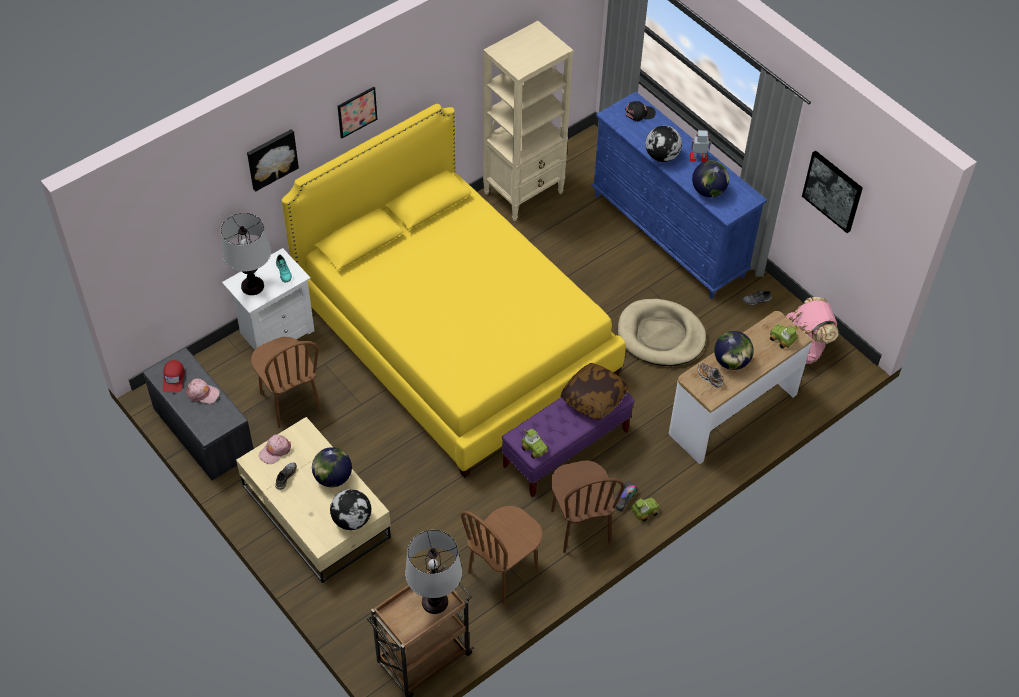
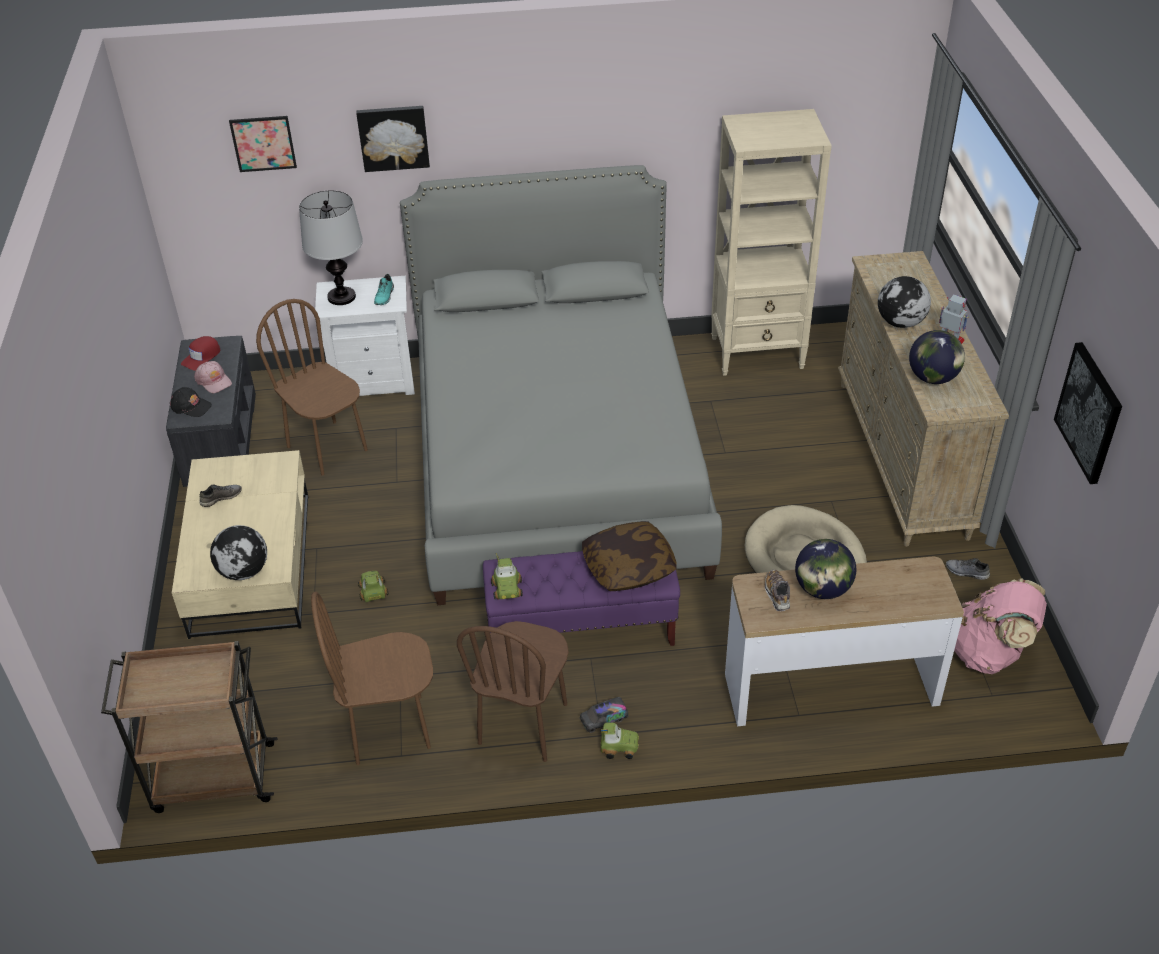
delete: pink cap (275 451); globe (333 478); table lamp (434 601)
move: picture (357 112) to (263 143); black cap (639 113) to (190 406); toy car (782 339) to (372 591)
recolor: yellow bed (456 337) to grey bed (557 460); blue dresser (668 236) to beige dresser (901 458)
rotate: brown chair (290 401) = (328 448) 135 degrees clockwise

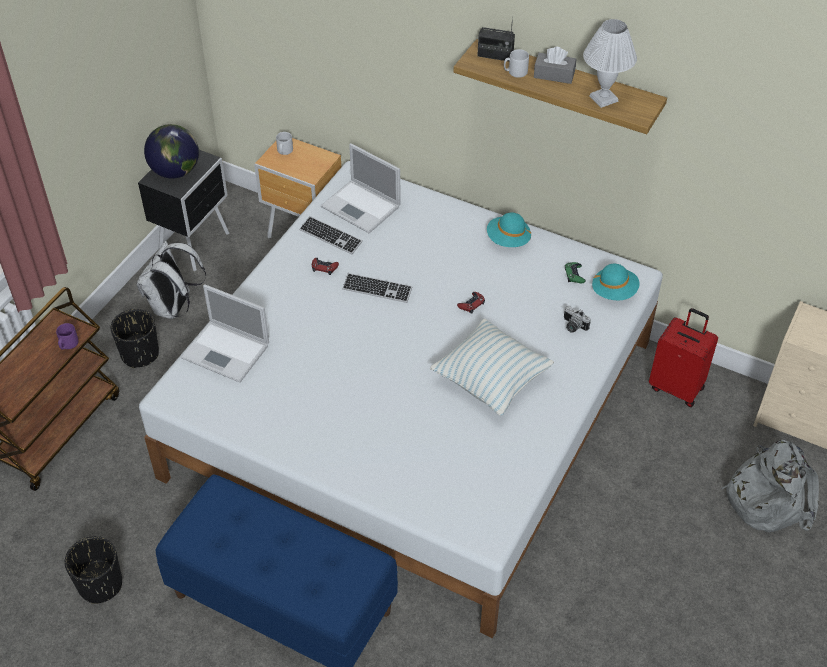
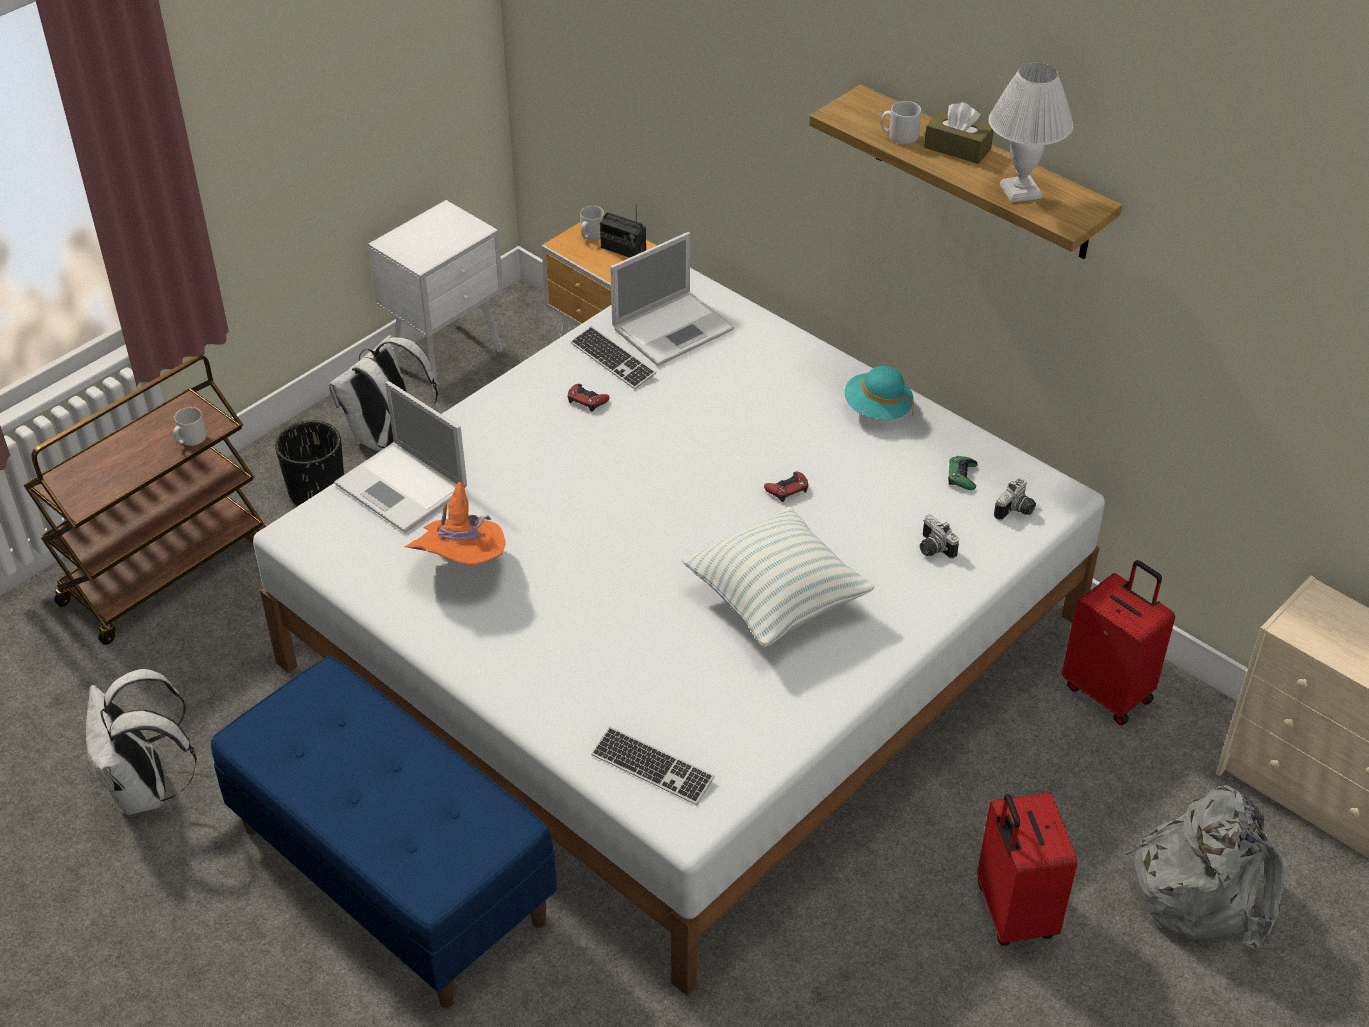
delete: globe (175 171)
insert: orange hat (462 565); red suitcase (1012 913)
move: keyboard (377 289) to (652 768); radio (495 55) to (623 250)
replace: black planter (100 584) to white backpack (146 790); turquoise hat (614 291) to photo camera (1016 511)
recolor: purple mug (68 344) to grey mug (190 439); black nightstand (196 244) to white nightstand (449 358); grey tissue box (554 75) to brown tissue box (957 148)
rotate: laptop (362 207) = (674 328) 90 degrees counterclockwise

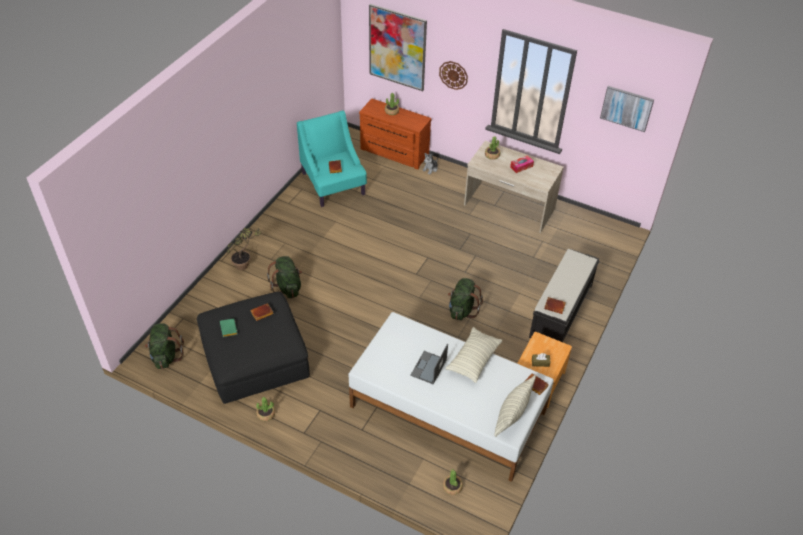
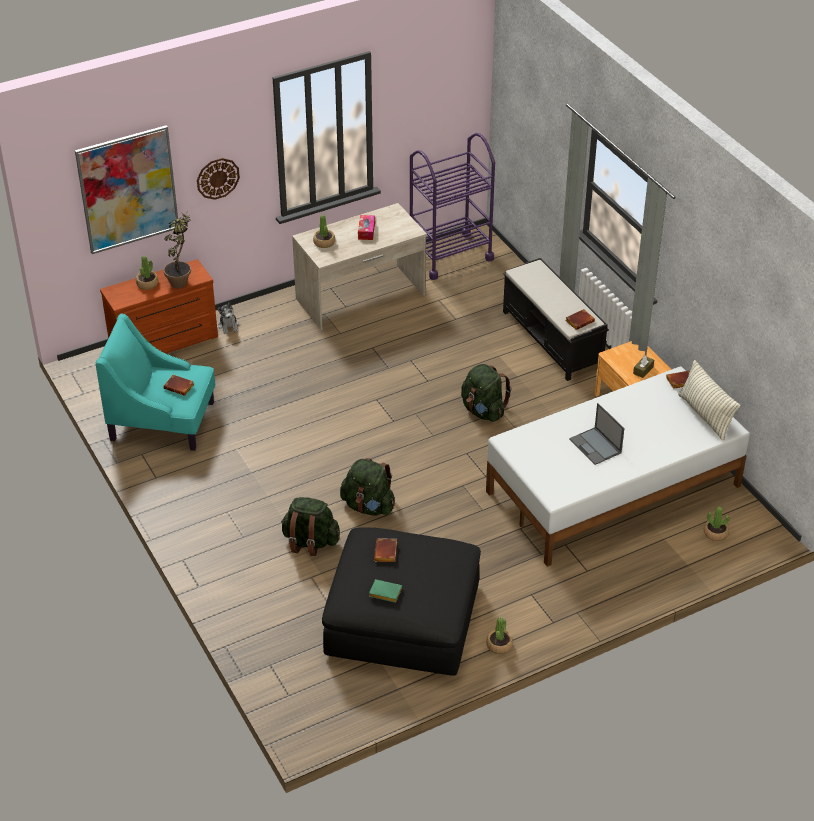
delete: pillow (473 359); picture (626 108)
insert: purple cart (450 255)
move: green backpack (166 356) to (368 506); potted plant (246 265) to (181 279)

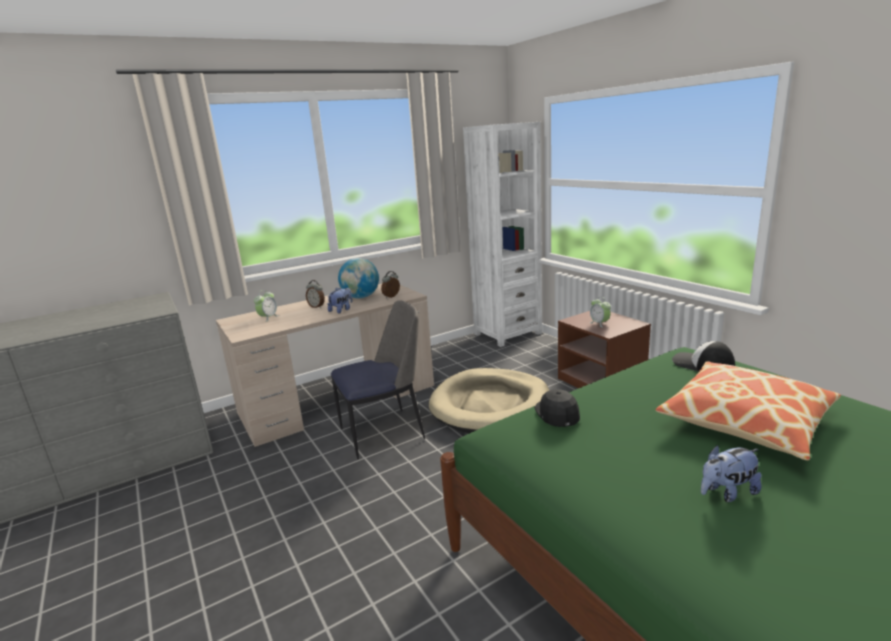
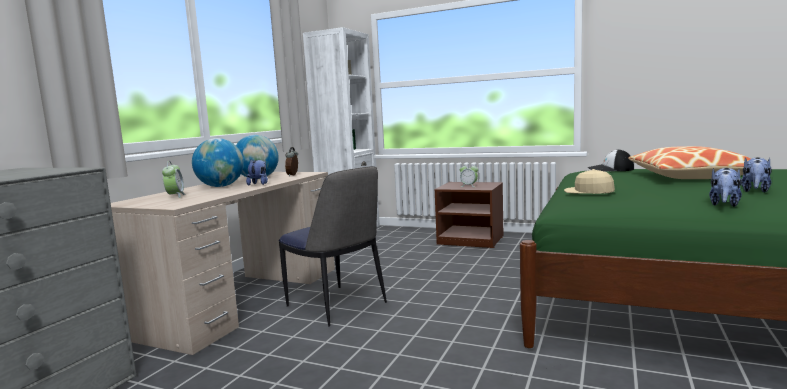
delete: beige dog bed (490 405)
insert: plush toy (724 204)
replace: alarm clock (317 307) to globe (220 186)
recolor: black cap (557 414) to beige cap (589 192)
rotate: chair (385 432) = (337 306) 105 degrees clockwise

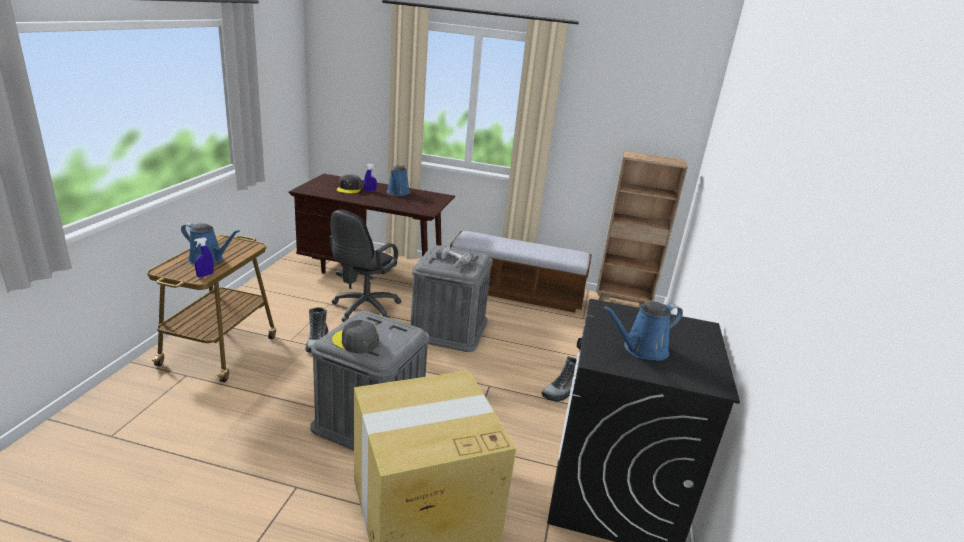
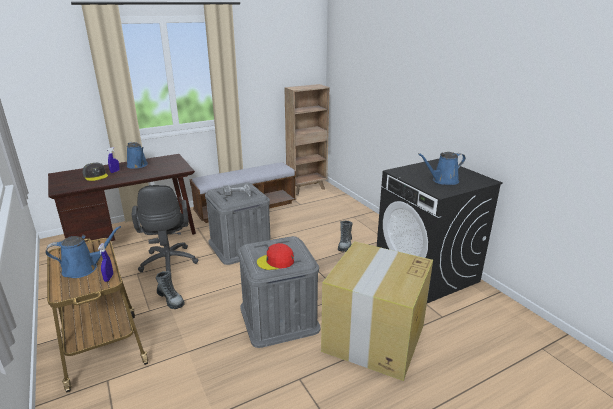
recolor: grey cap (355 341) to red cap (276 261)
rotate: blue watering can (641 350) = (443 181) 45 degrees clockwise

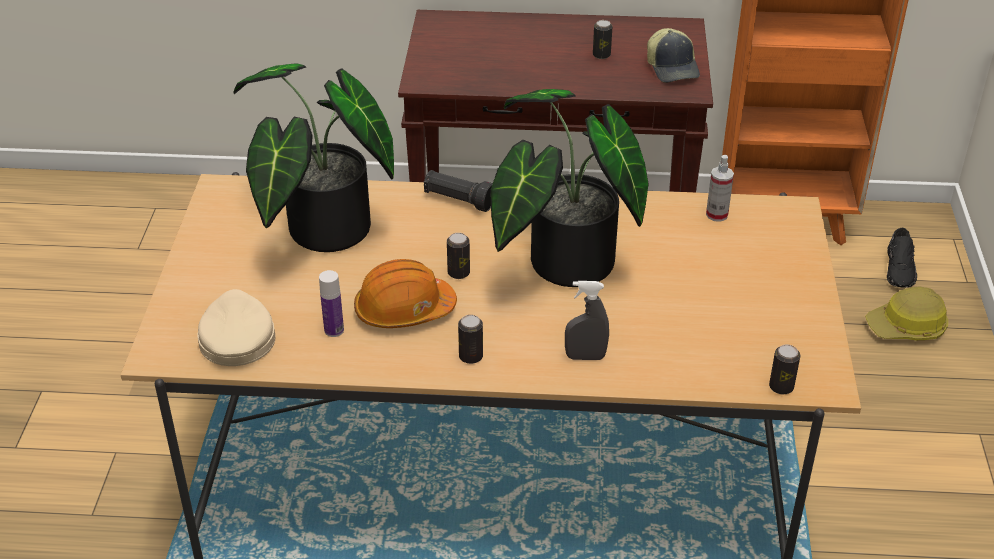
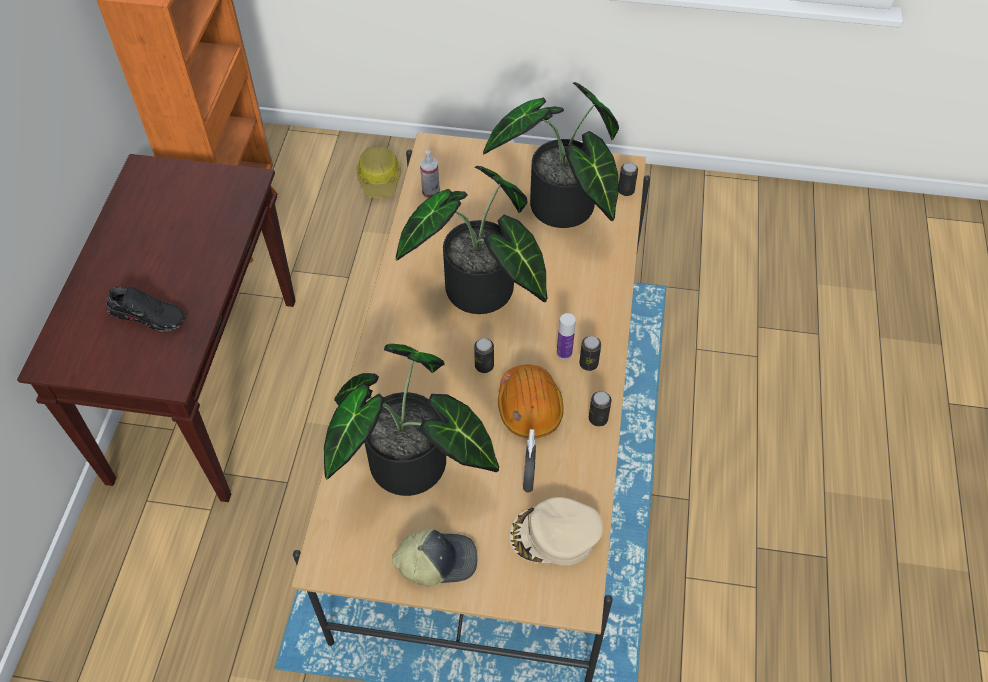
delete: black flashlight (458 200)
insert: potted plant (561 212)
move: bottle (334 330) to (564 352); grey spray bottle (585 357) to (528 479); can (601 55) to (598 418); cap (673 68) to (437 561); black shoe (900 269) to (148 315)

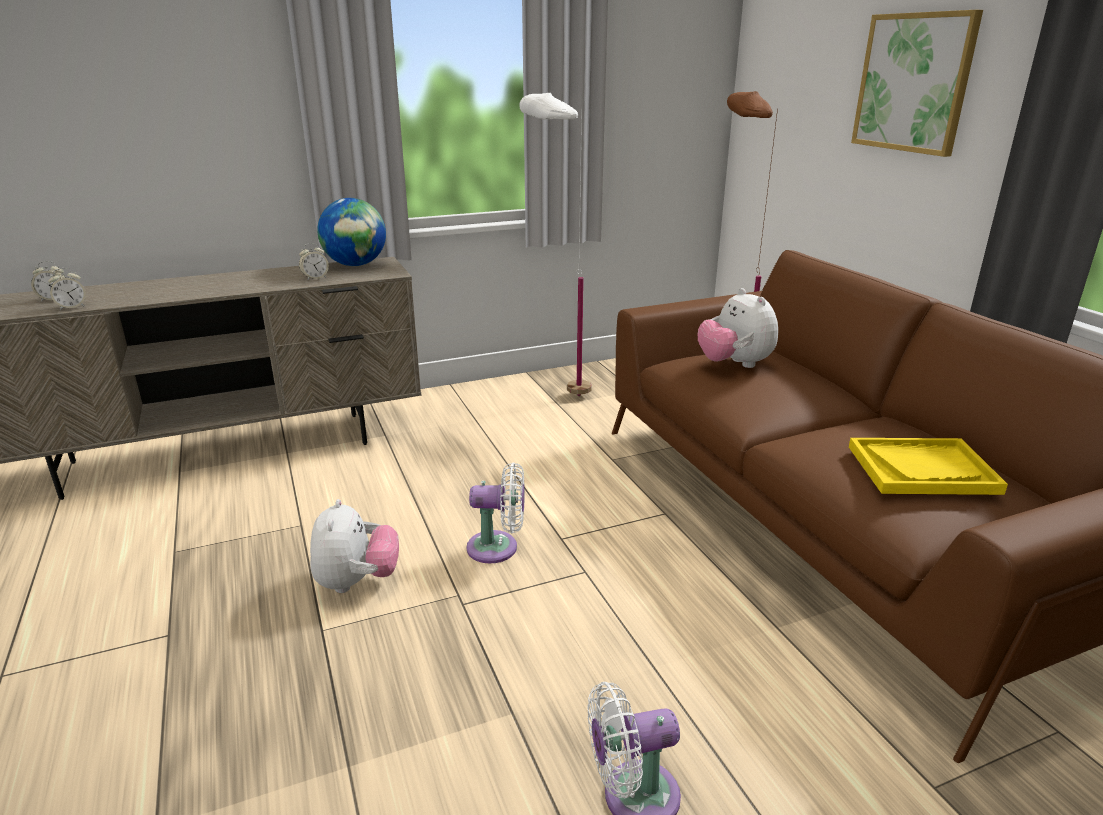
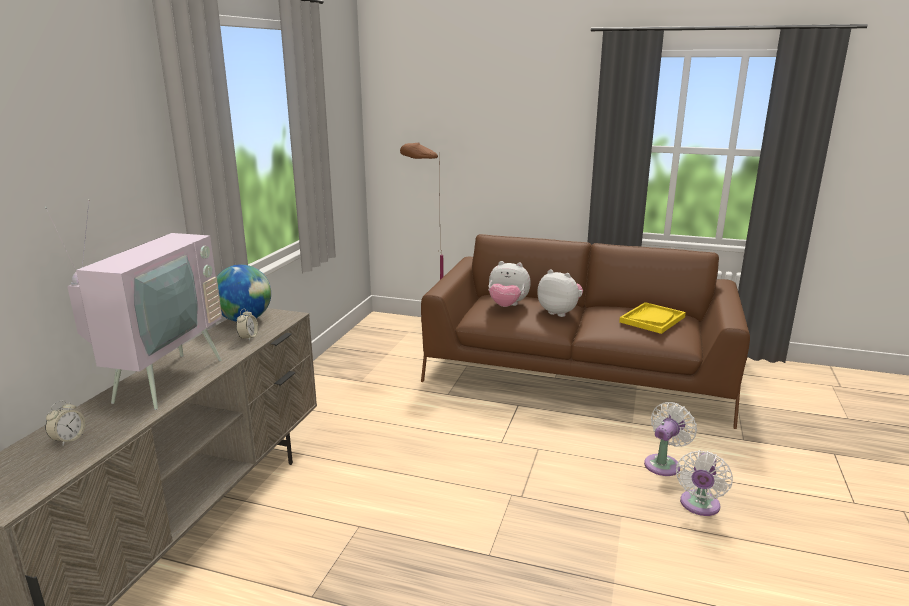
delete: alarm clock (72 307); white floor lamp (557 394); picture (913 83)
insert: television (161 379)
move: plush toy (357 582) to (559 312); white fan (498 548) to (664 464)

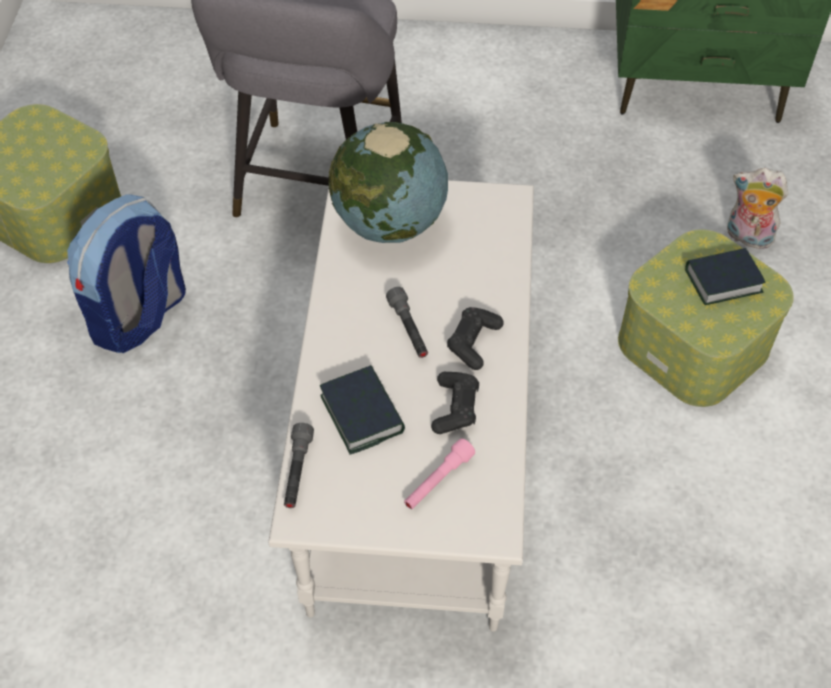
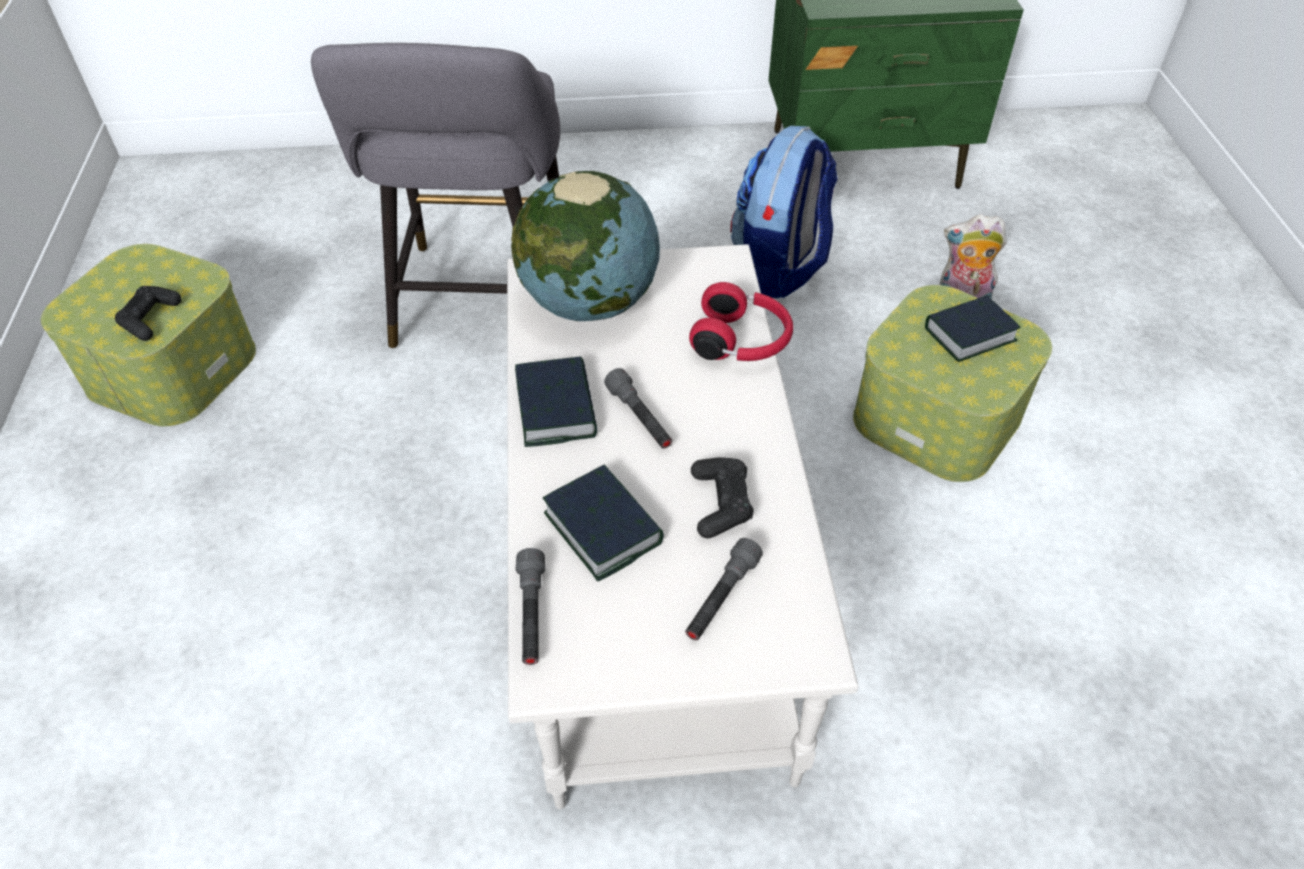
insert: book (556 408); red headphones (742 341)
move: backpack (140 317) to (778 269); black game controller (473 342) to (150 319)
recolor: pink flashlight (438 481) to grey flashlight (721 598)

